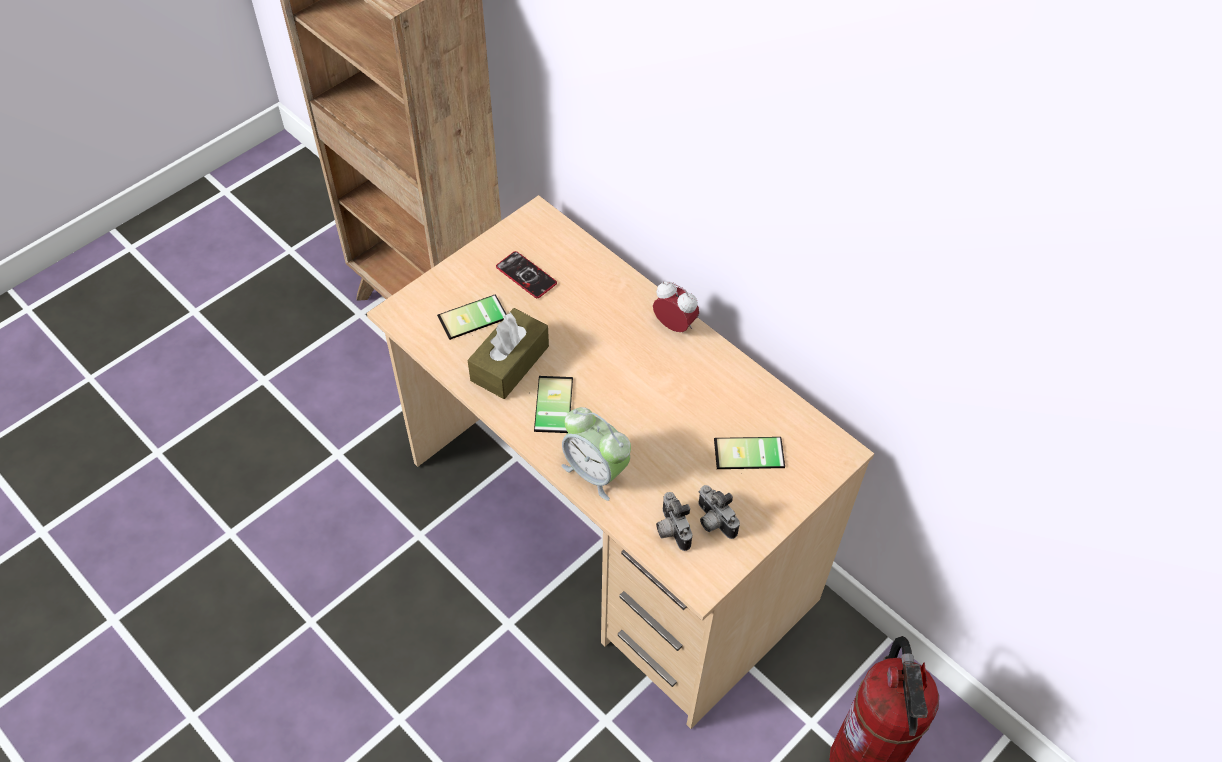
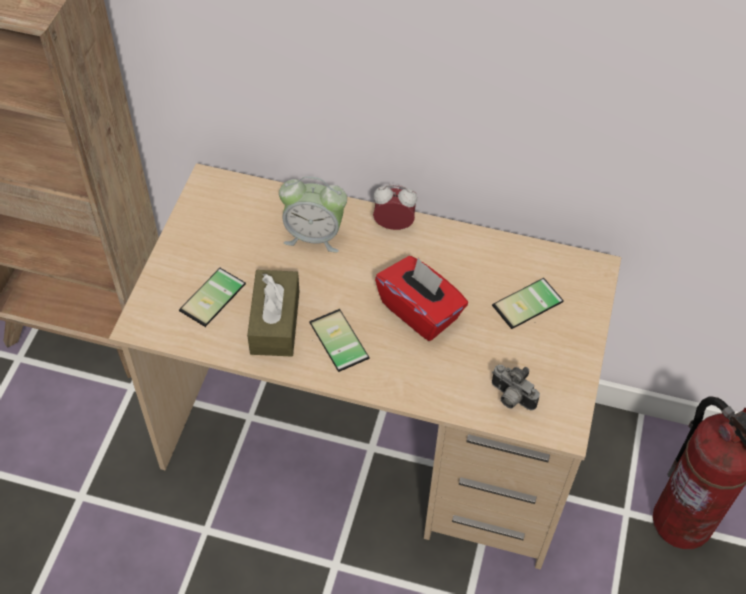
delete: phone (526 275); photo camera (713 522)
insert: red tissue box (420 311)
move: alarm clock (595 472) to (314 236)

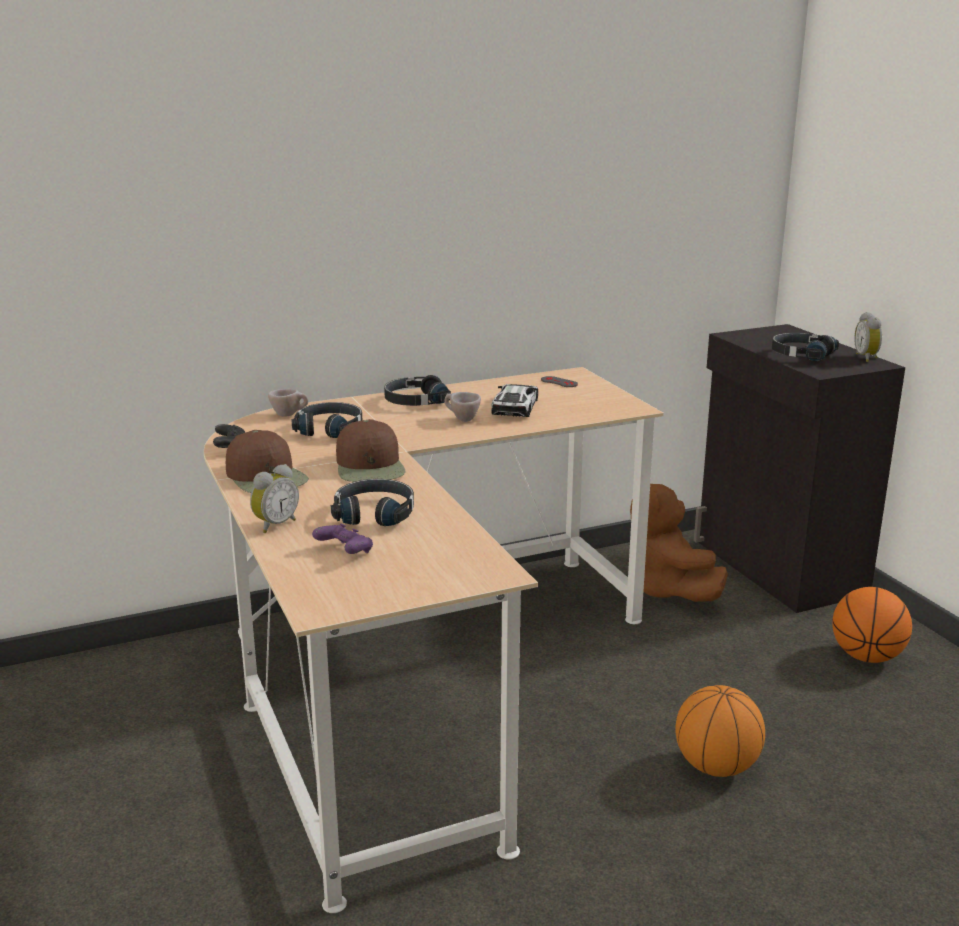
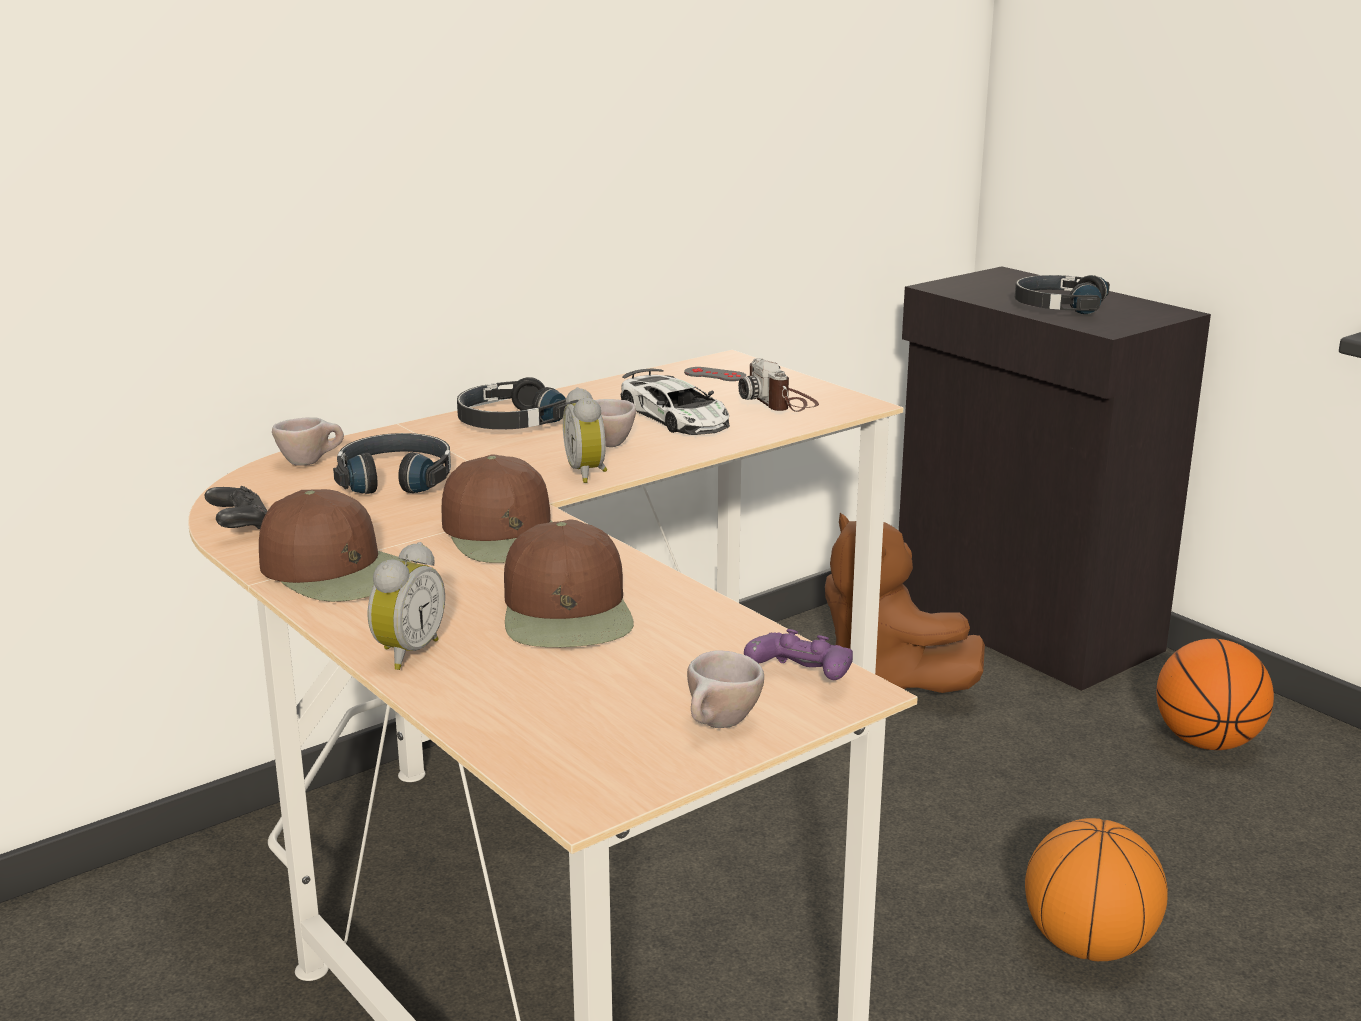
insert: beige cup (720 727); photo camera (780 402)
move: purple game controller (344 552) to (801 678); alarm clock (867 358) to (588 473)
replace: black headphones (375 513) to brown cap (568 612)
rotate: toy car (515 406) = (675 417) 150 degrees clockwise

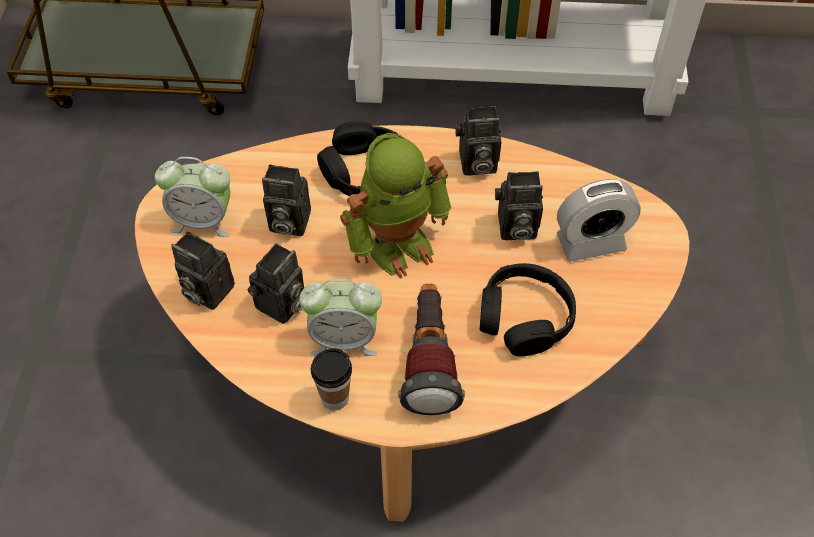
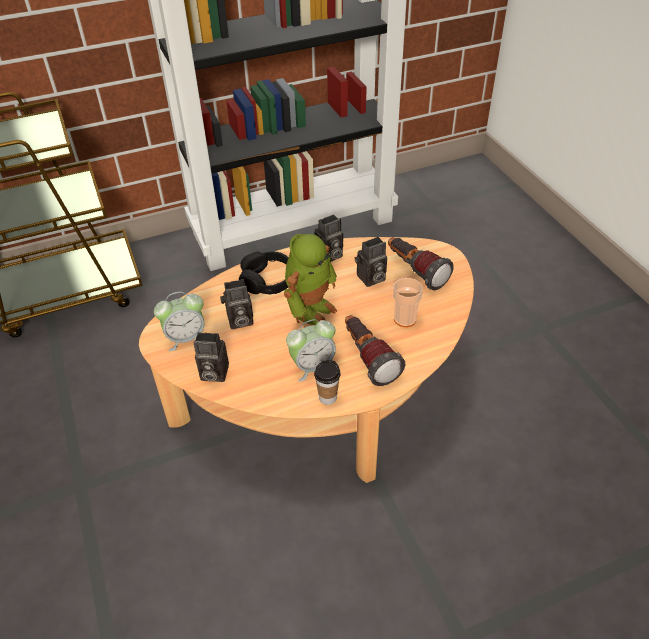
delete: photo camera (281 306)
replace: black headphones (524 318) to cup (405 319); alarm clock (591 242) to flashlight (415 271)

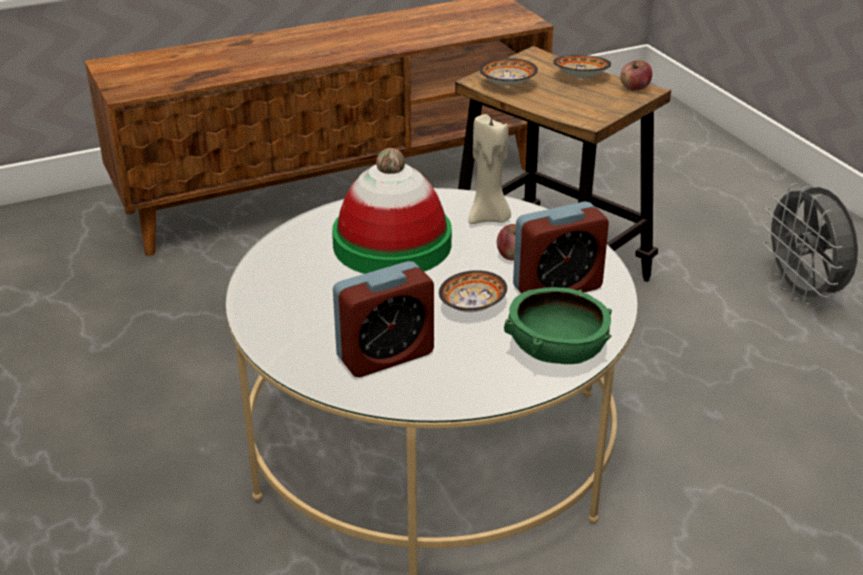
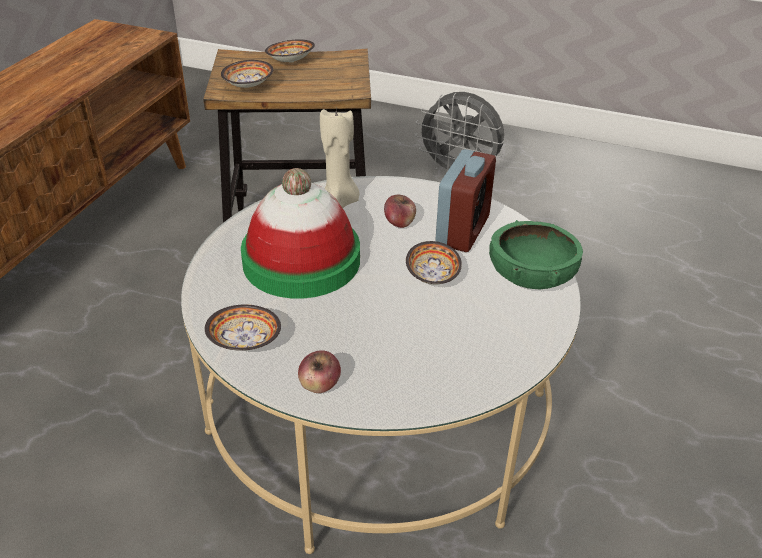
delete: alarm clock (385 355)
insert: bowl (244 342)
move: apple (634 88) to (320 385)

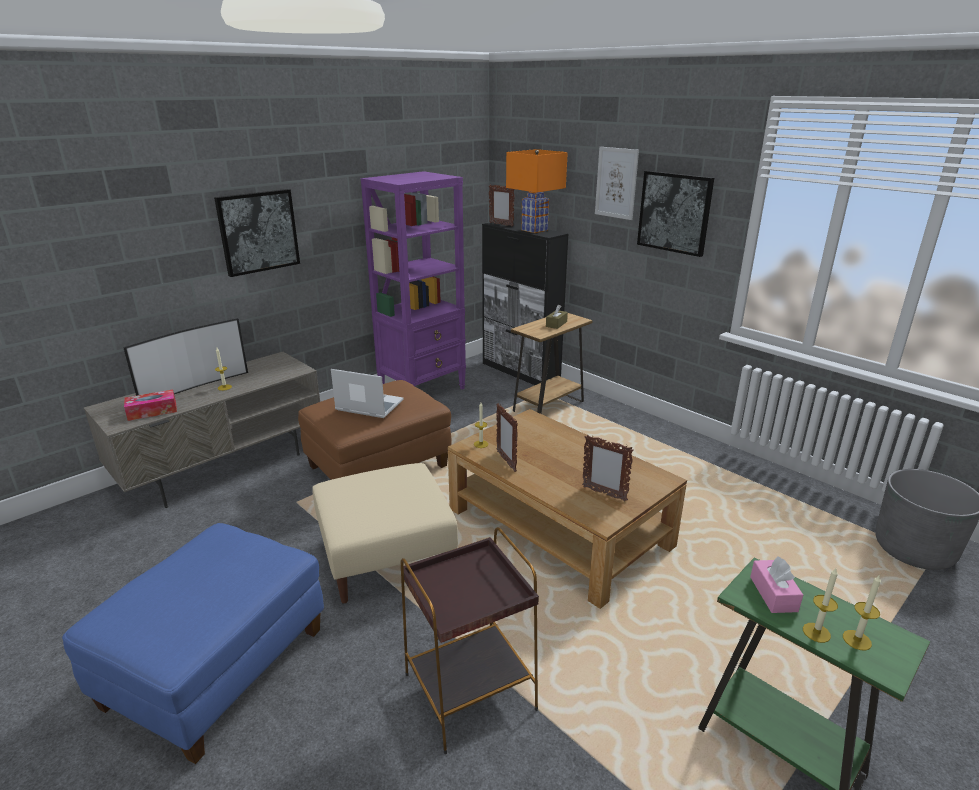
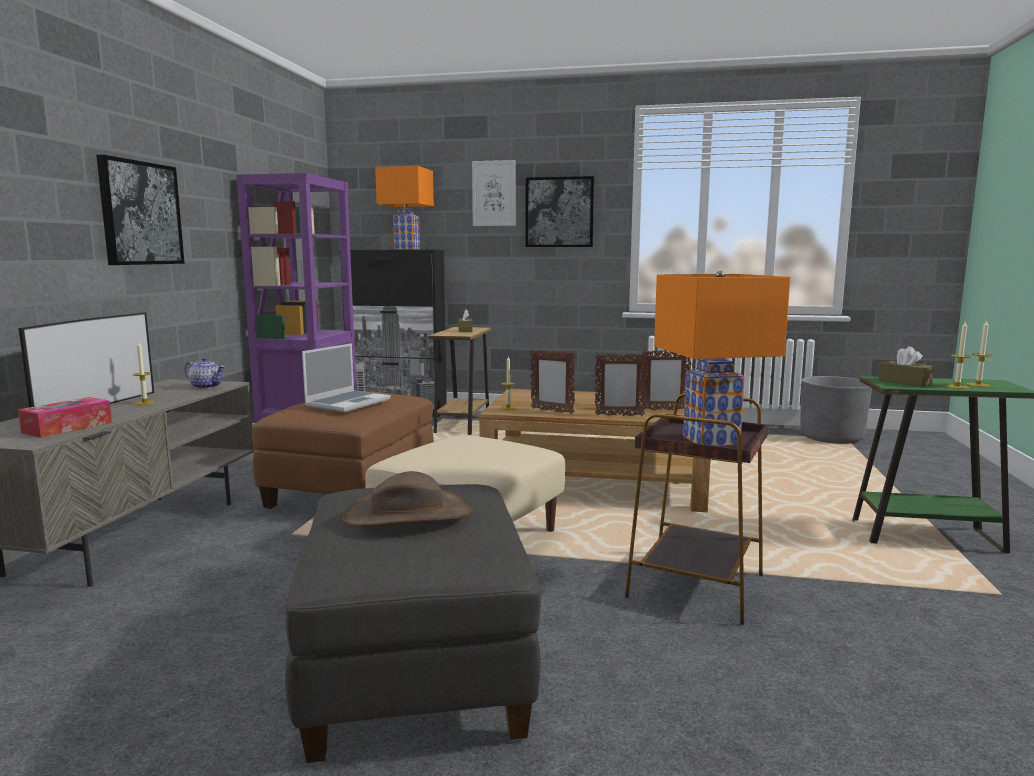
insert: teapot (207 387); brown hat (408 514); orange table lamp (709 440)
move: picture frame (501 224) to (619 415)
recolor: blue ottoman (218 667) to grey ottoman (415 668); pink tissue box (773 594) to brown tissue box (904 382)
rotate: laptop (368 406) = (348 403) 135 degrees clockwise

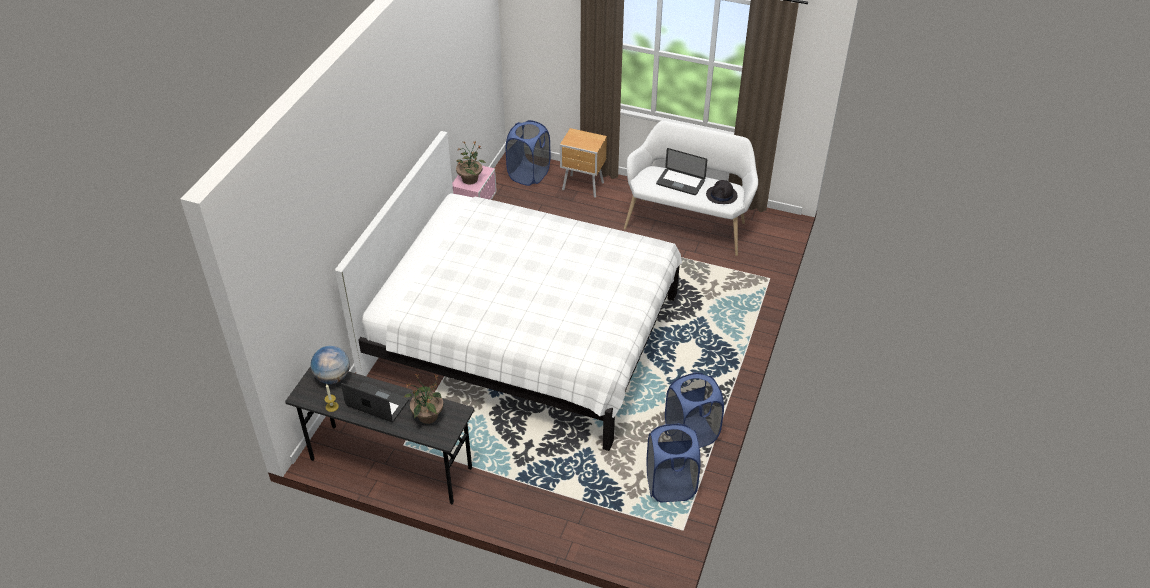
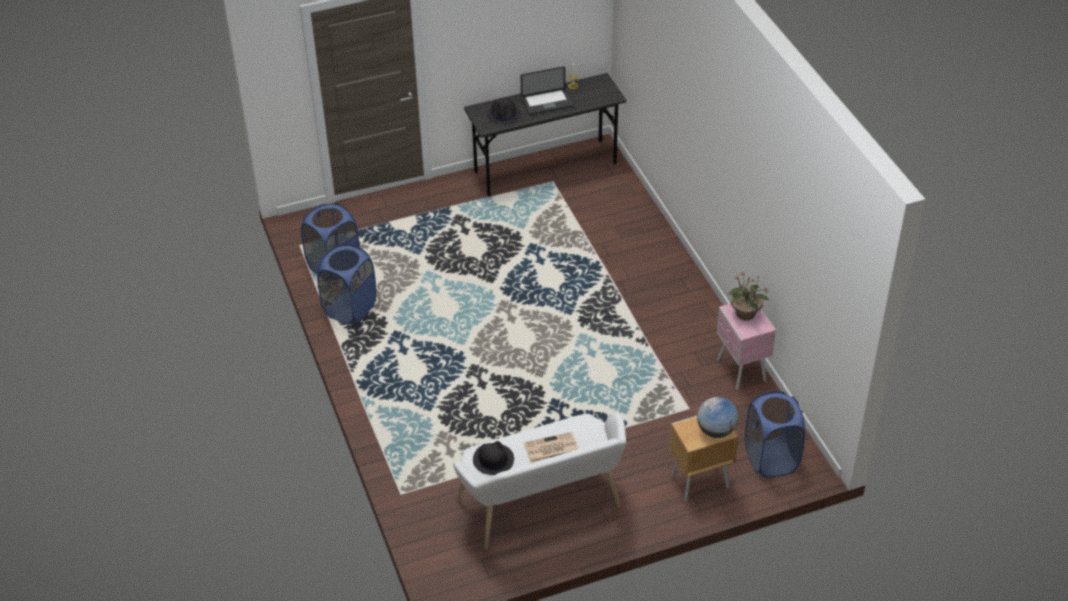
delete: white bed (524 335)
move: globe (333 377) to (716 431)
replace: potted plant (427 416) to black hat (504 114); laptop (680 182) to newspaper (550 448)

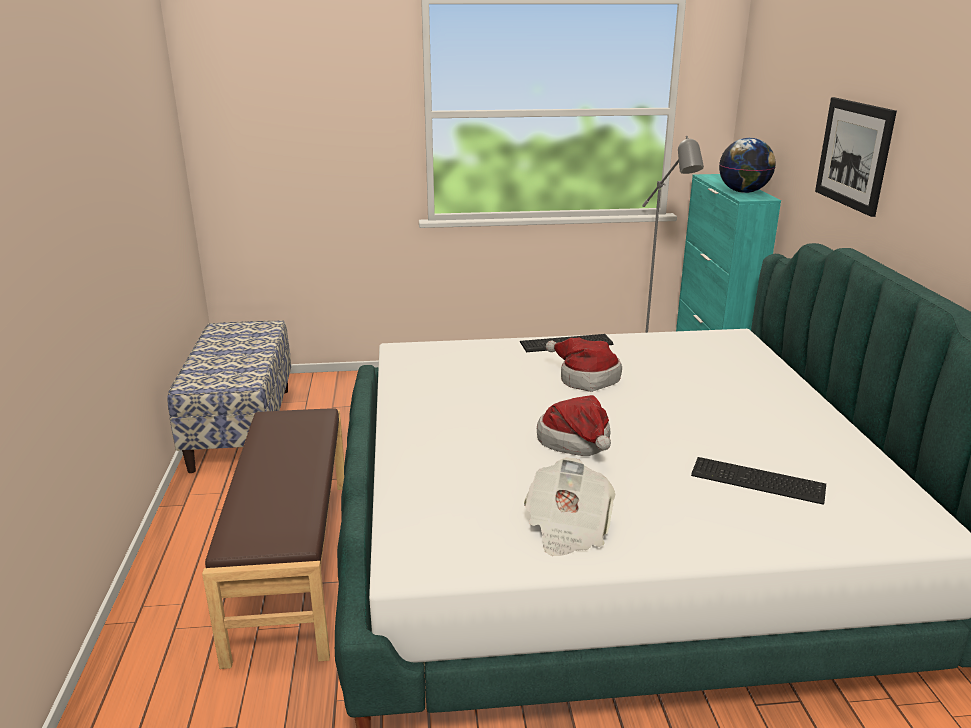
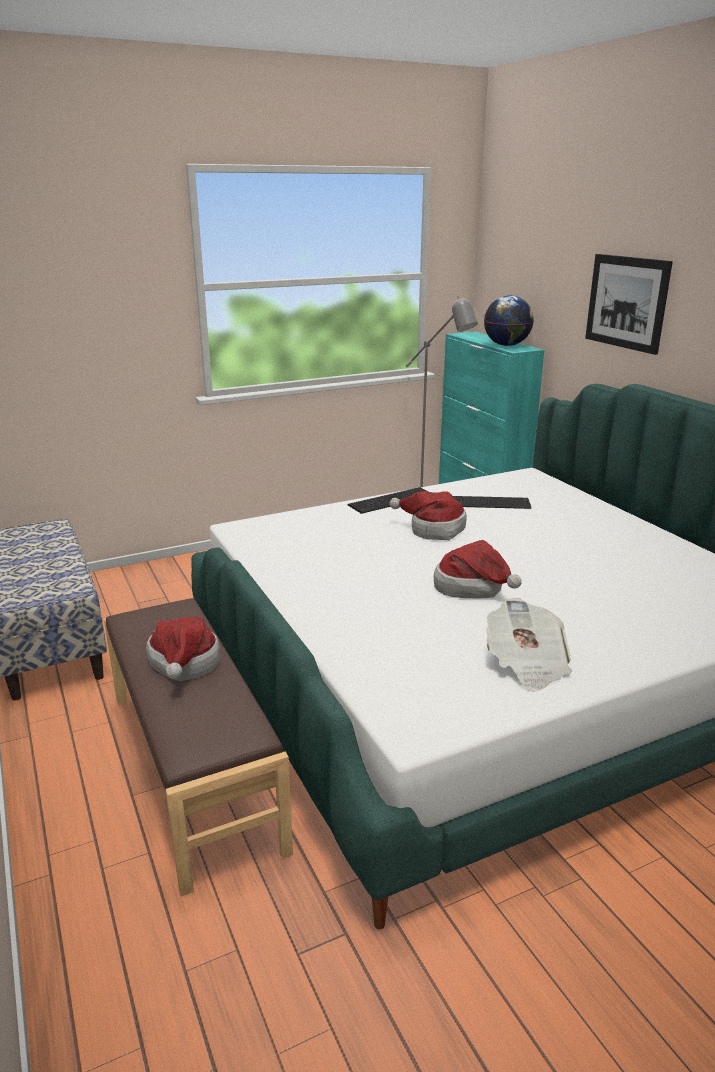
insert: hat (184 665)
move: keyboard (759 482) to (486 503)

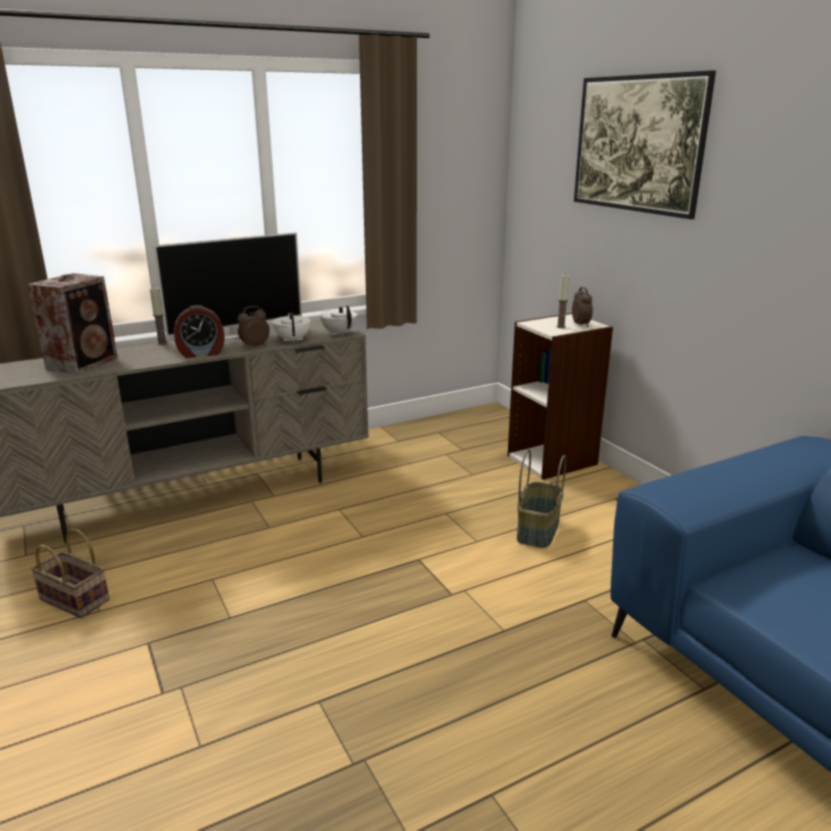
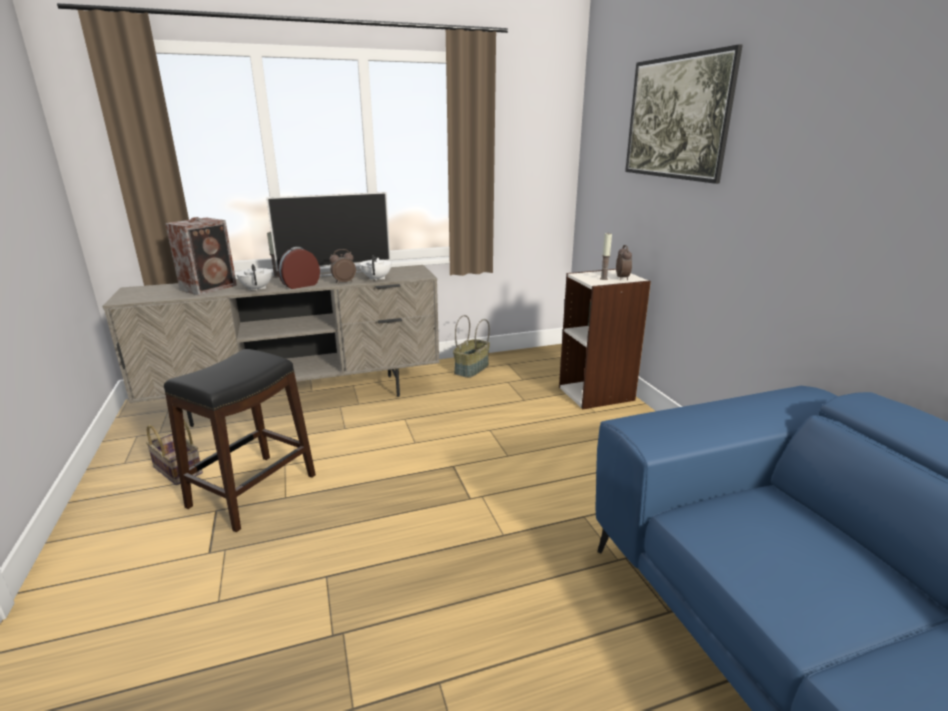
insert: black stool (252 491)
move: white teapot (339 333) to (257 289); basket (539 531) to (472 369)
rotate: alarm clock (201 353) = (300 285) 150 degrees clockwise

